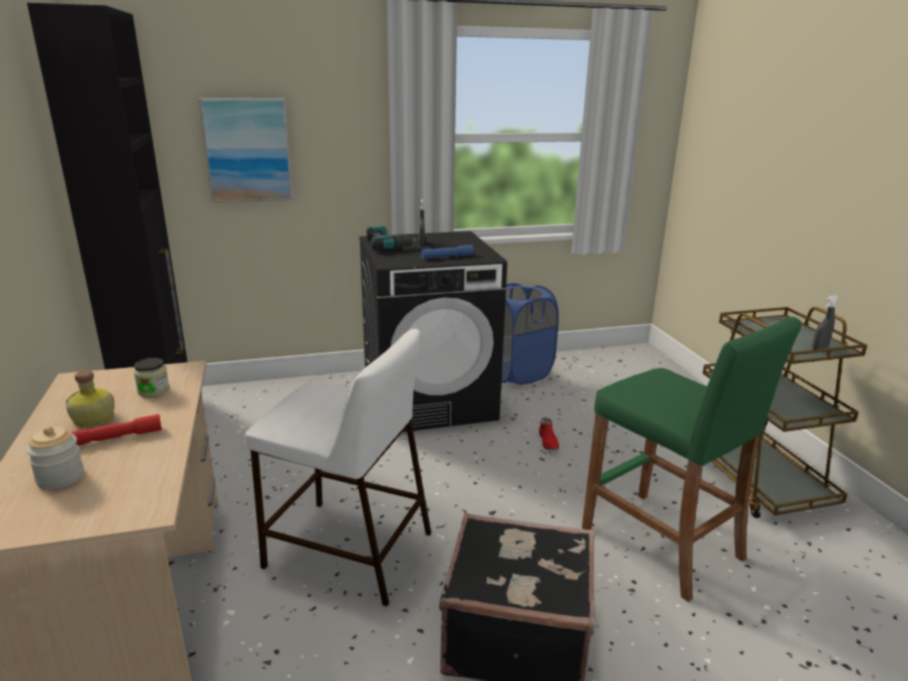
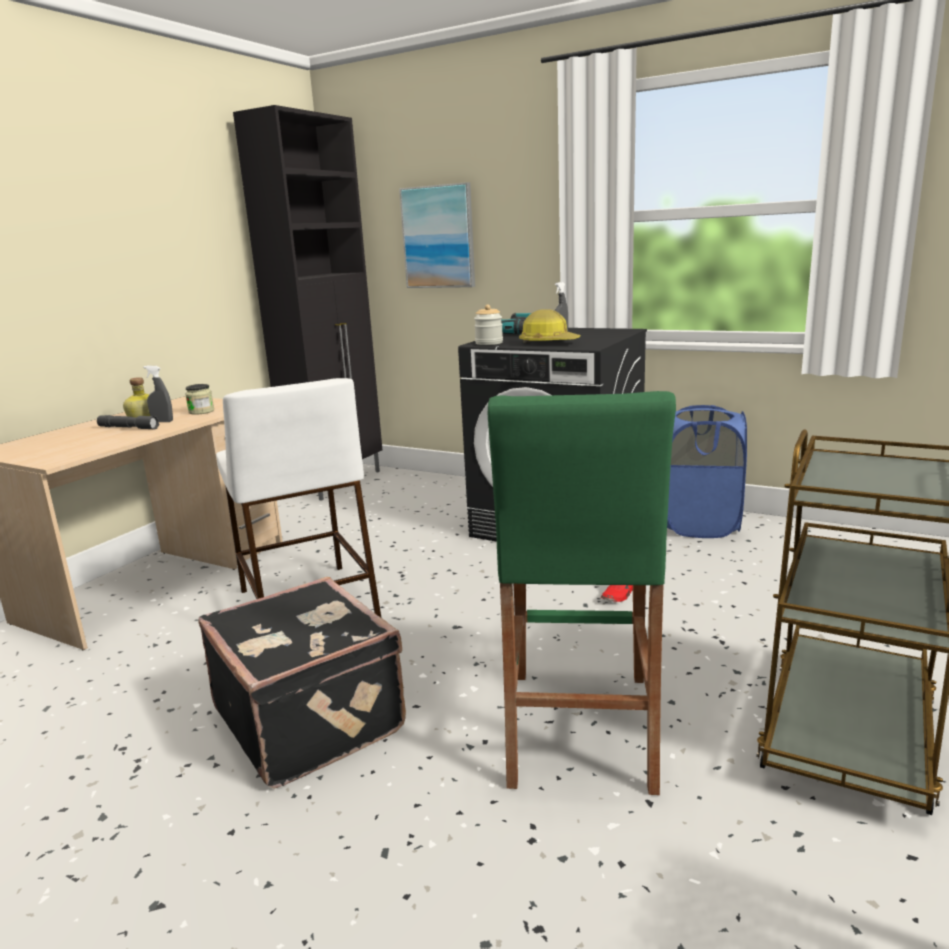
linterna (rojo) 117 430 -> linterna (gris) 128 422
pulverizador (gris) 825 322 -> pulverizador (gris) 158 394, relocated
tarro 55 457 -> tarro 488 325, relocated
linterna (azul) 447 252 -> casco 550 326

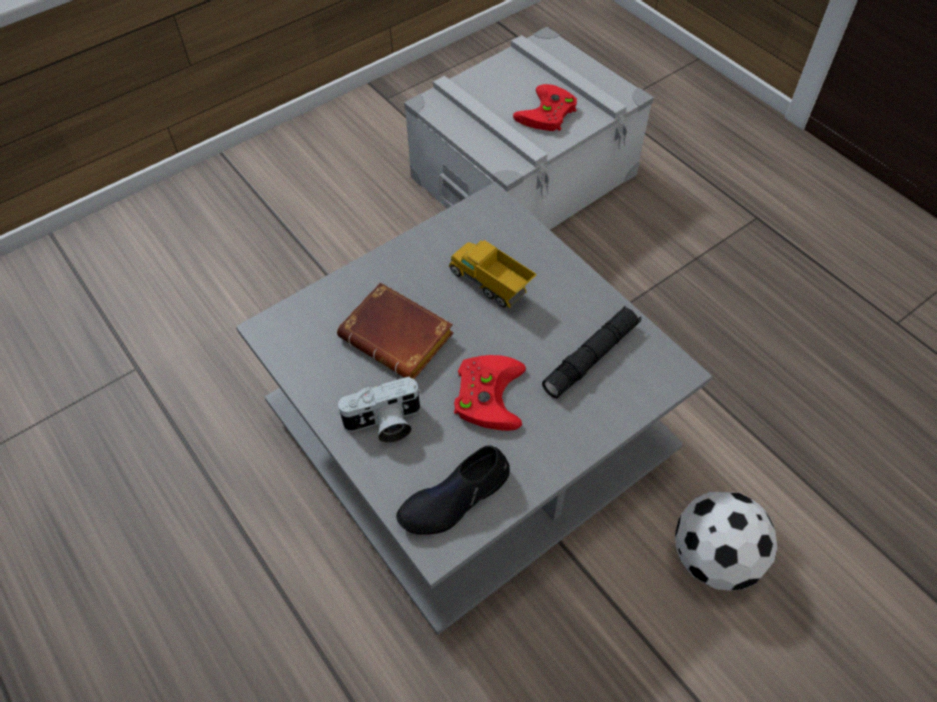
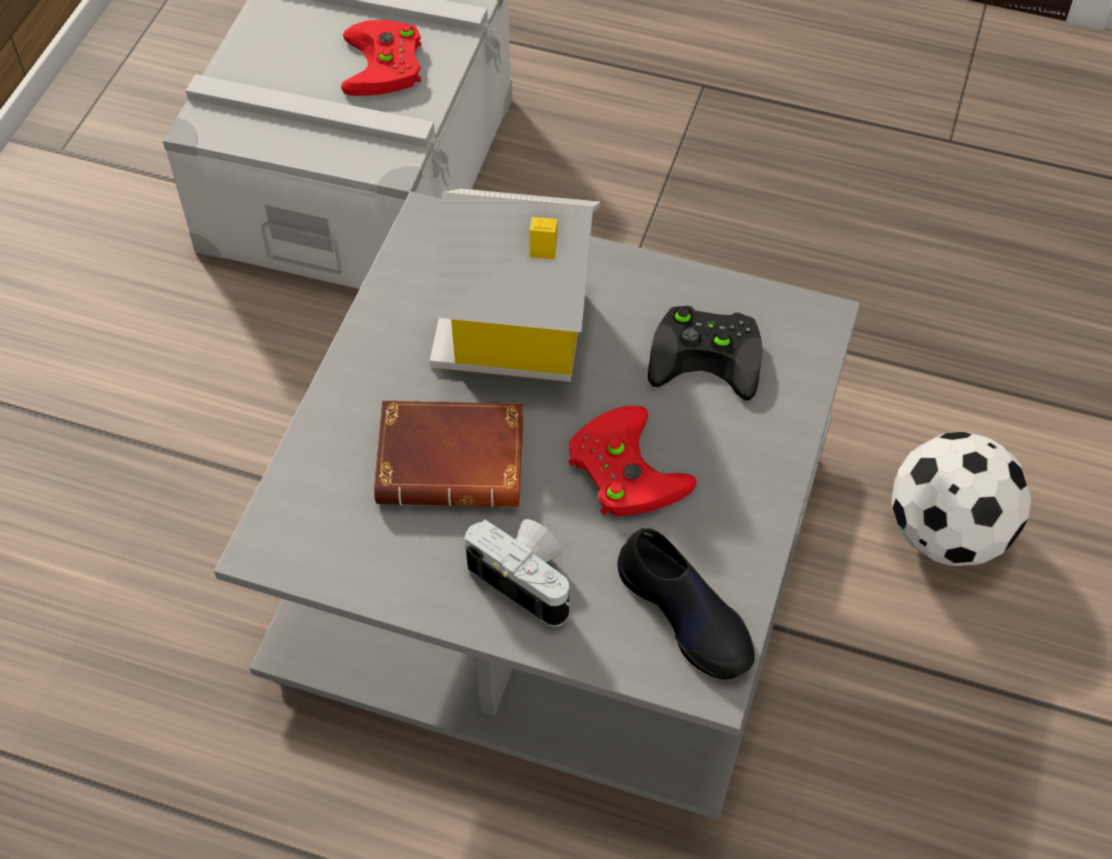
camión de juguete 493 274 -> casita 515 285
cámara 379 409 -> cámara 517 573, 90 degrees counterclockwise
zapato (negro) 453 490 -> zapato (negro) 686 603, 60 degrees counterclockwise
linterna (negro) 591 352 -> mando de consola (negro) 705 353

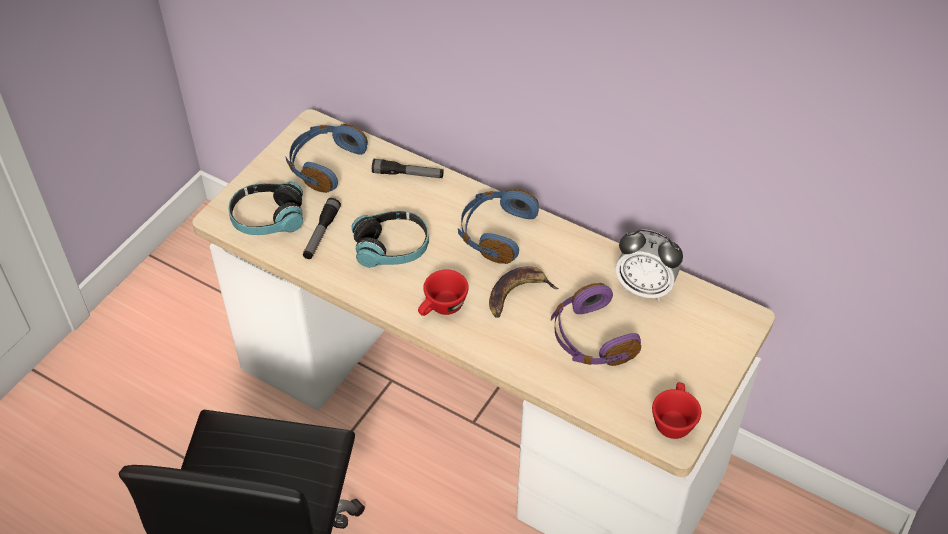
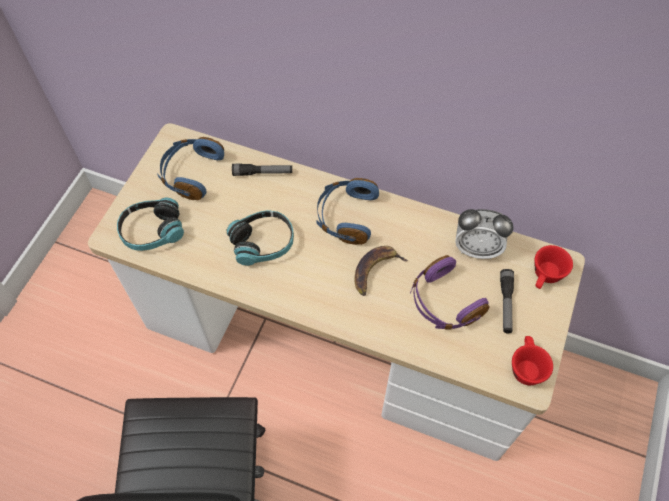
linterna 322 228 -> linterna 507 301, relocated
taza (rojo) 443 293 -> taza (rojo) 554 267, relocated

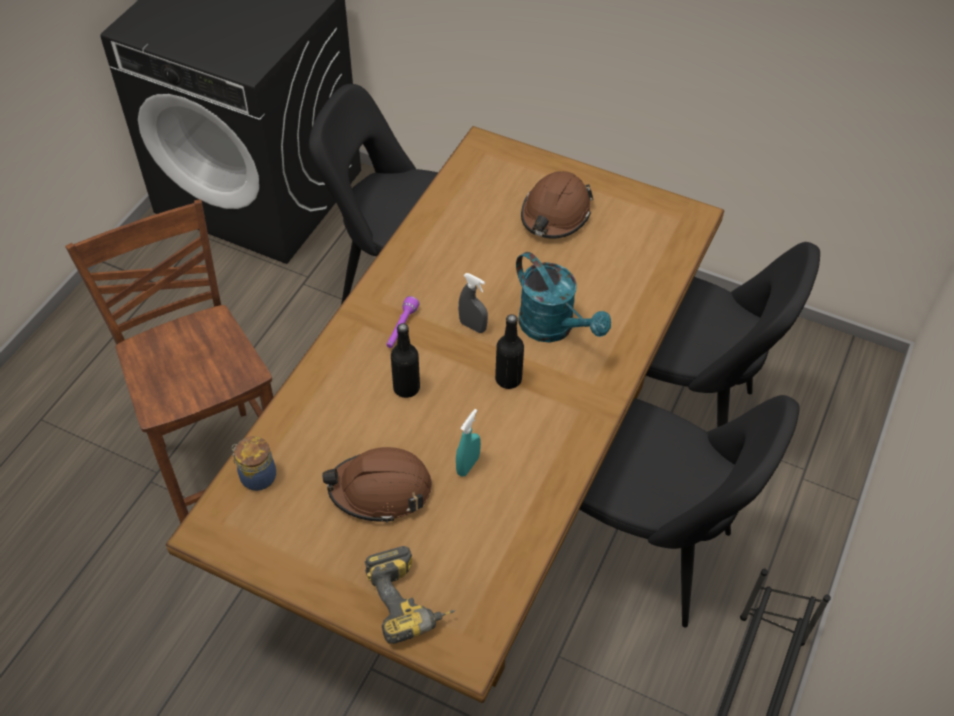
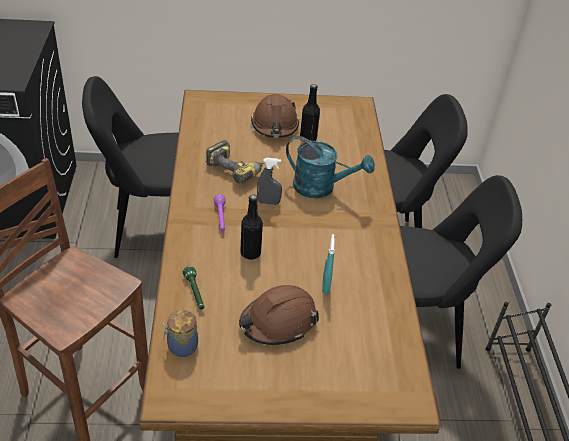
none -> linterna (verde) 193 288
taladro 410 595 -> taladro 235 162, relocated
botella (negro) 509 351 -> botella (negro) 310 113, relocated

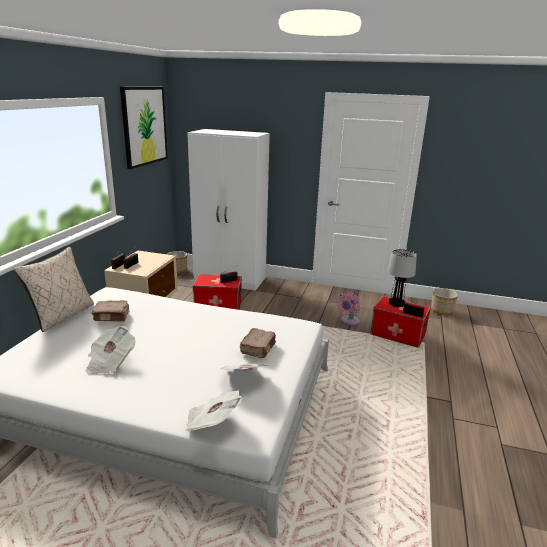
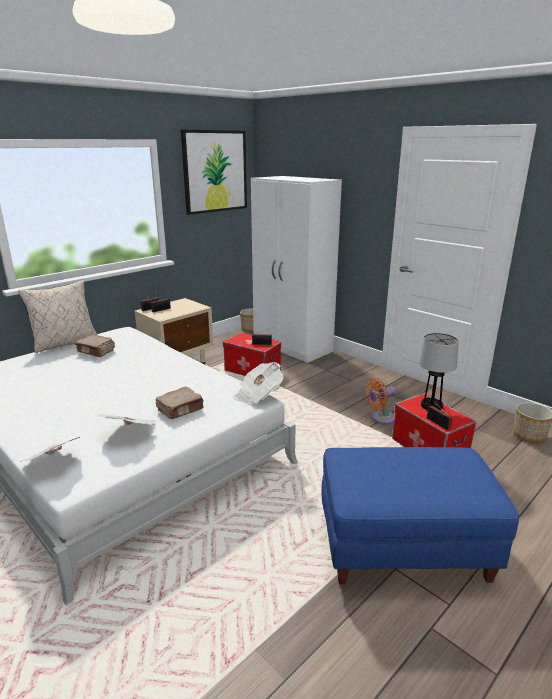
periódico 110 350 -> periódico 259 383, relocated
none -> puf (azul) 420 515
ventilador (rosa) 348 309 -> ventilador (naranja) 381 401

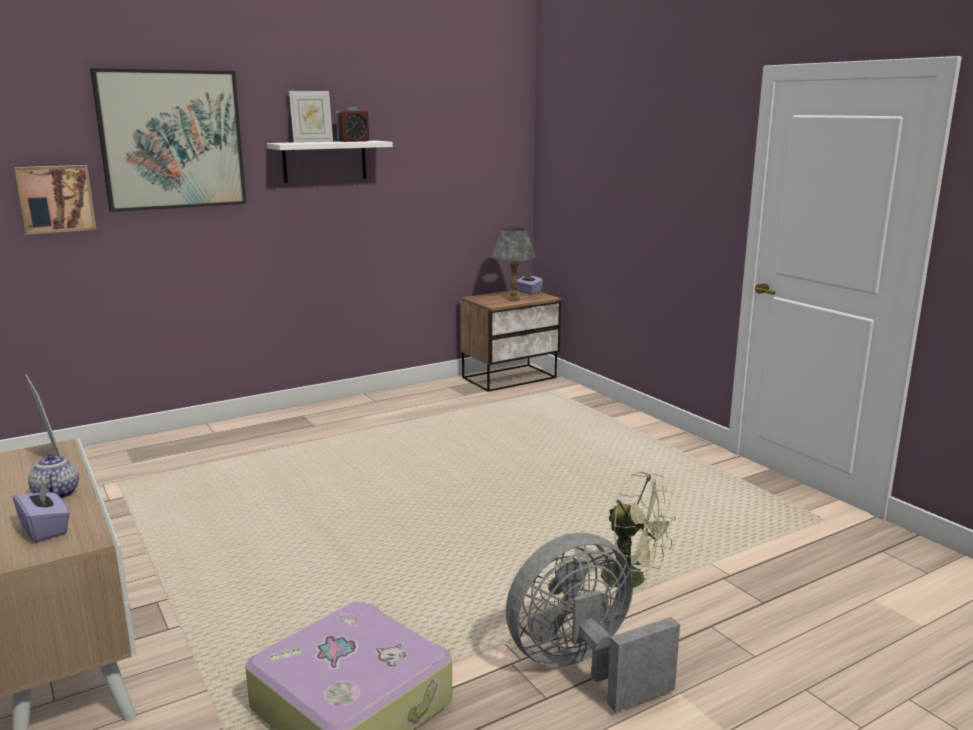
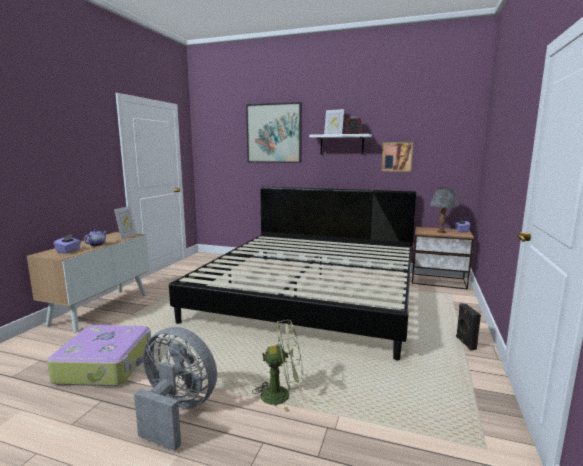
none -> cama 292 273
ventilador (verde) 636 529 -> ventilador (verde) 277 366, 90 degrees counterclockwise
cuadro 55 200 -> cuadro 397 157, relocated
none -> altavoz (negro) 468 327

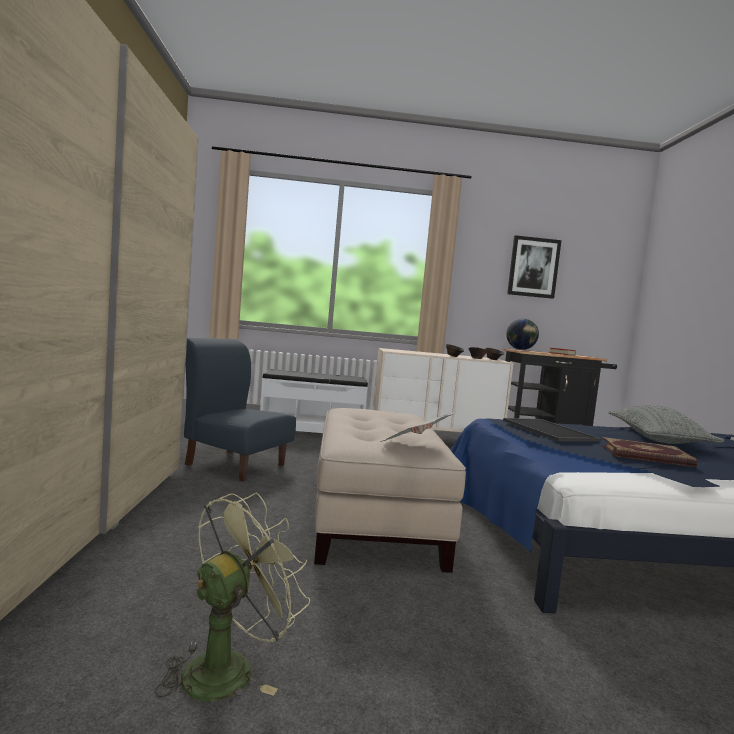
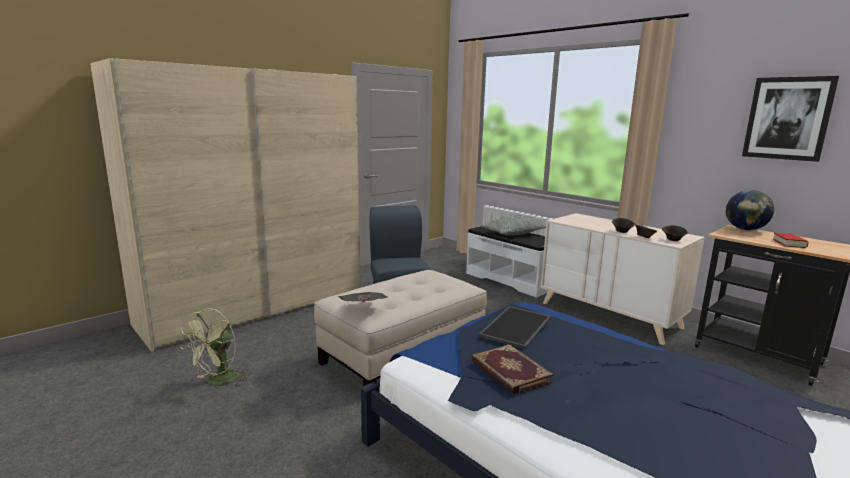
ventilador (verde) 232 596 -> ventilador (verde) 214 348, 120 degrees clockwise
cojín (gris) 666 424 -> cojín (gris) 513 225, relocated

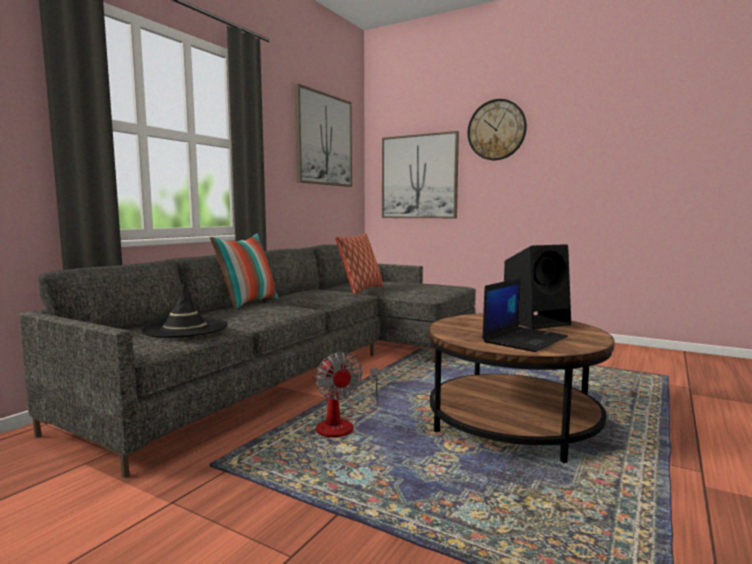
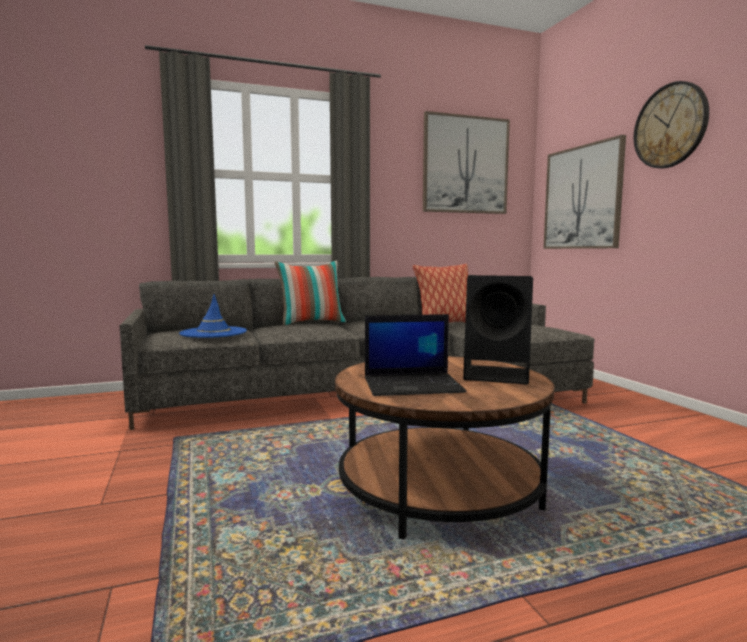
sombrero (negro) 184 309 -> sombrero (azul) 213 316
ventilador 346 394 -> none

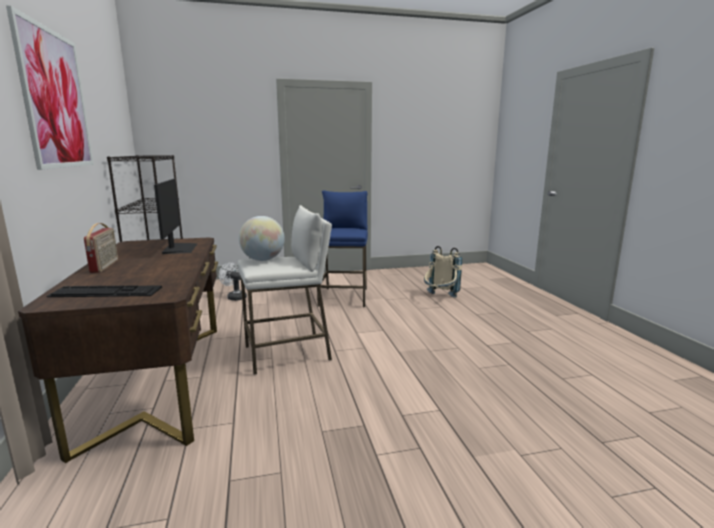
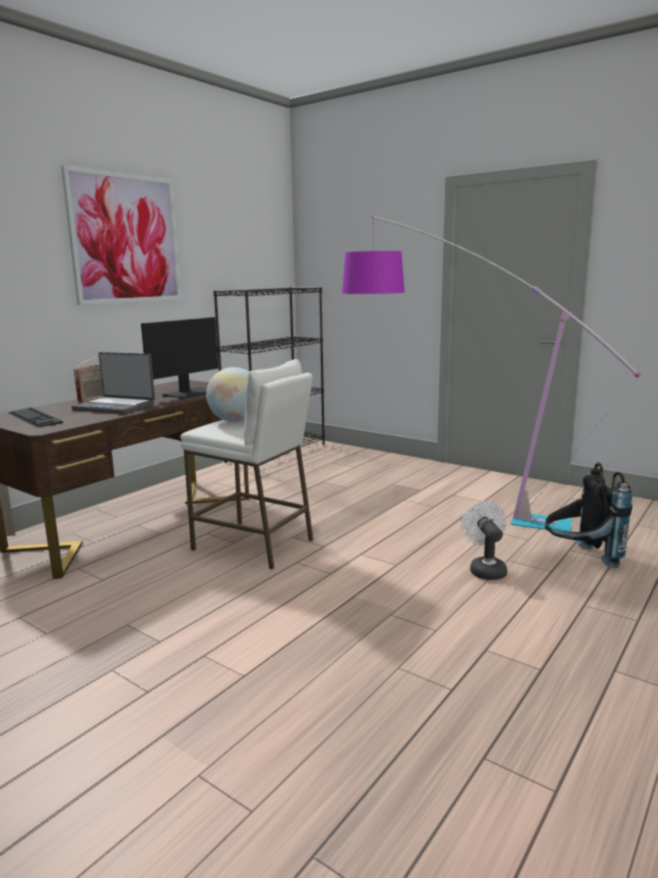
none -> portátil 113 383
taburete (azul) 342 248 -> lámpara de pie 491 374
ventilador (blanco) 233 281 -> ventilador (blanco) 484 540, relocated
mochila (beis) 443 272 -> mochila (negro) 588 515

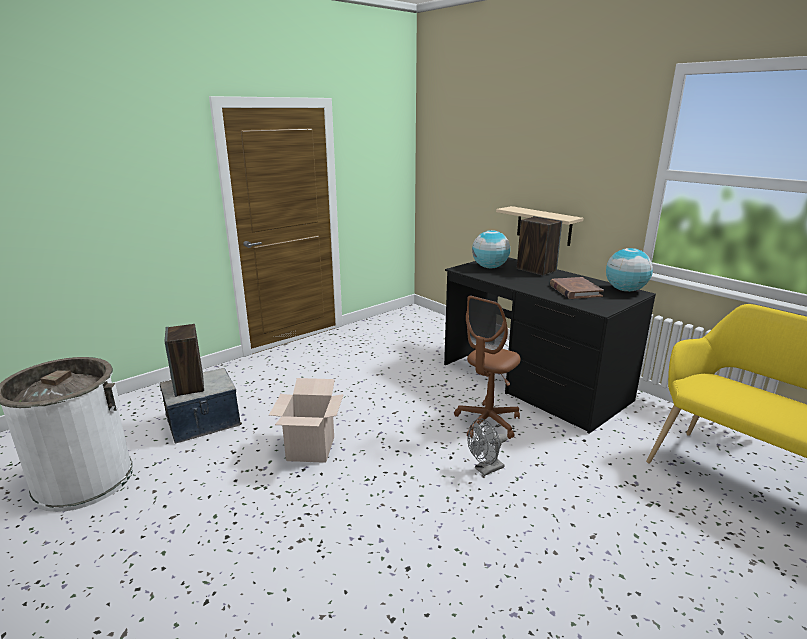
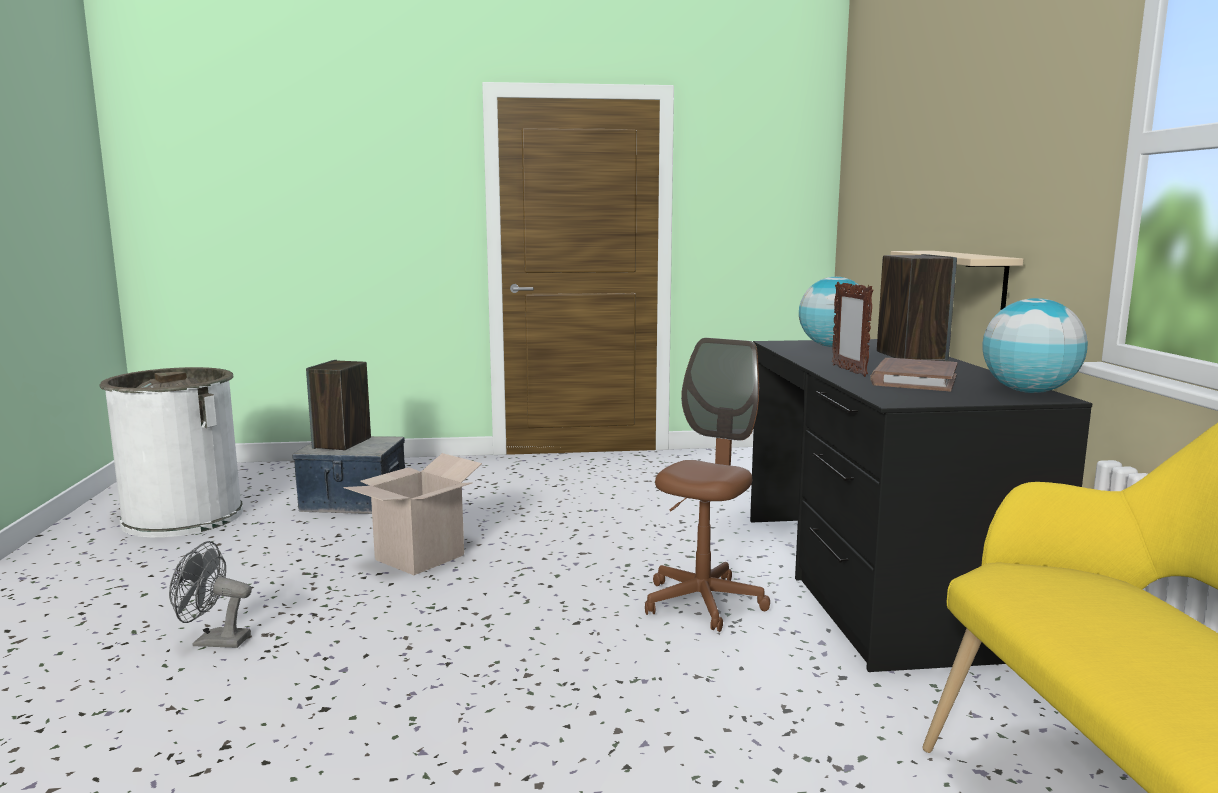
ventilador (gris) 487 447 -> ventilador (gris) 210 594, relocated
silla de oficina (marrón) 487 367 -> silla de oficina (marrón) 707 485, 135 degrees clockwise
none -> portarretratos 852 329

